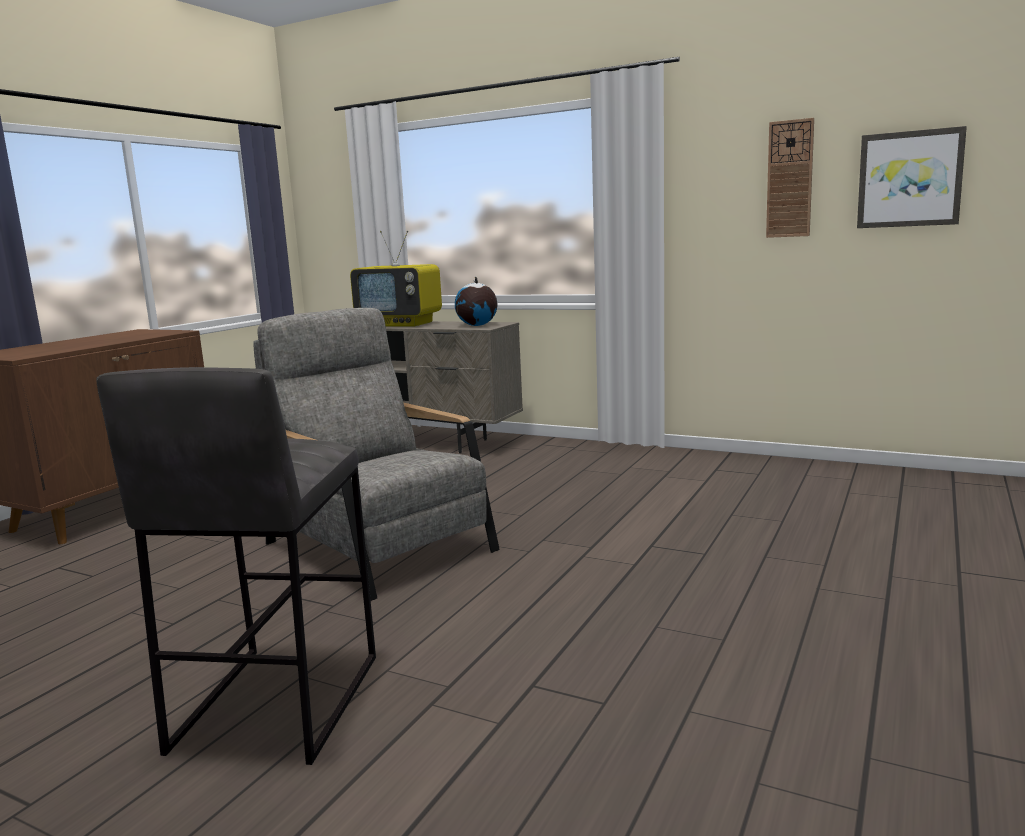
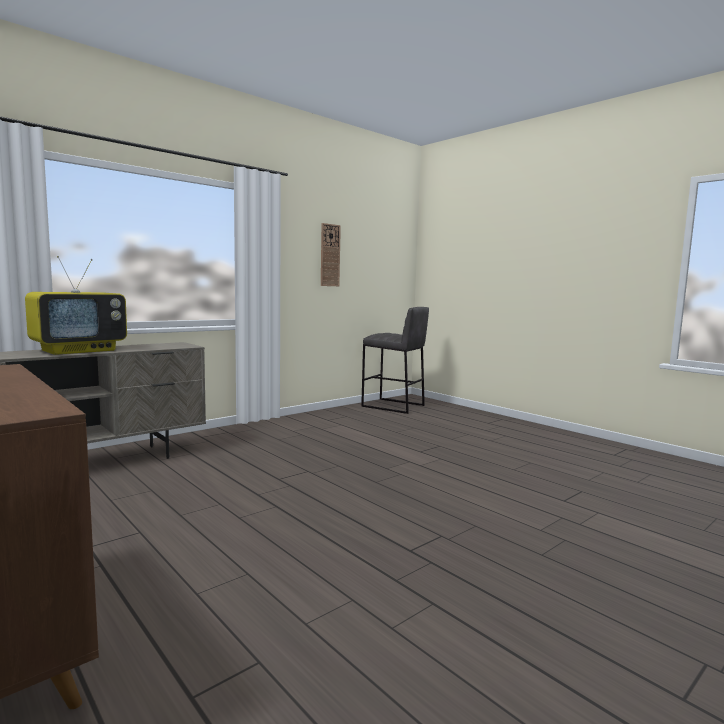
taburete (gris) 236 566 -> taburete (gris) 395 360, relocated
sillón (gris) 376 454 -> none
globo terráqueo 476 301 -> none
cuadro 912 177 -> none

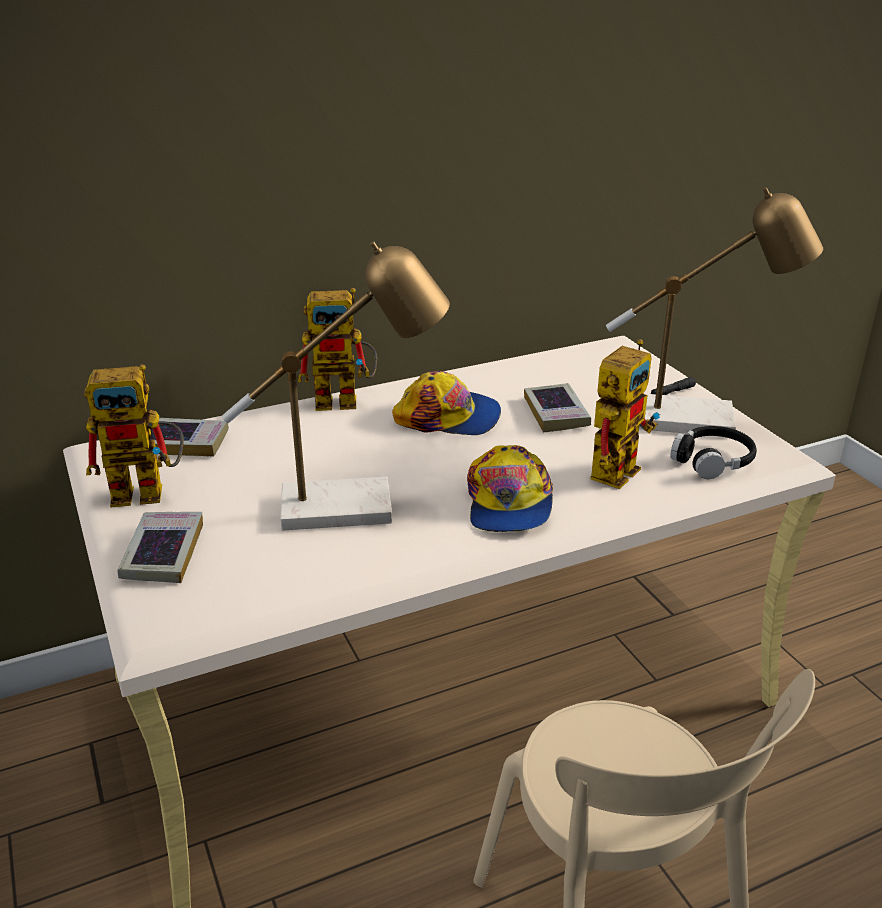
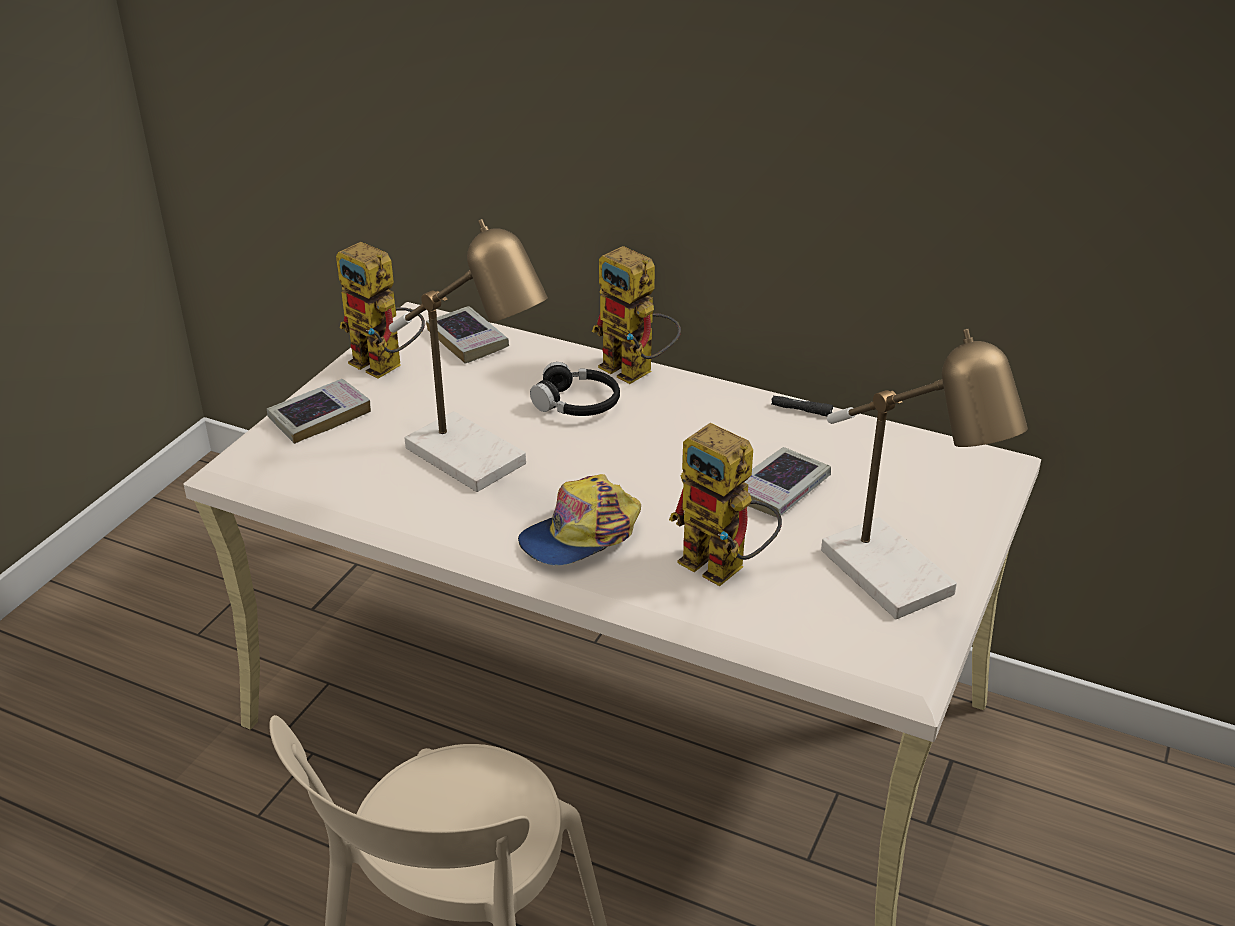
auriculares (negro) 714 452 -> auriculares (negro) 575 389, relocated
robot de juguete 625 414 -> robot de juguete 725 504, 45 degrees clockwise
linterna (negro) 673 386 -> linterna (negro) 802 406, relocated
gorra 446 403 -> none

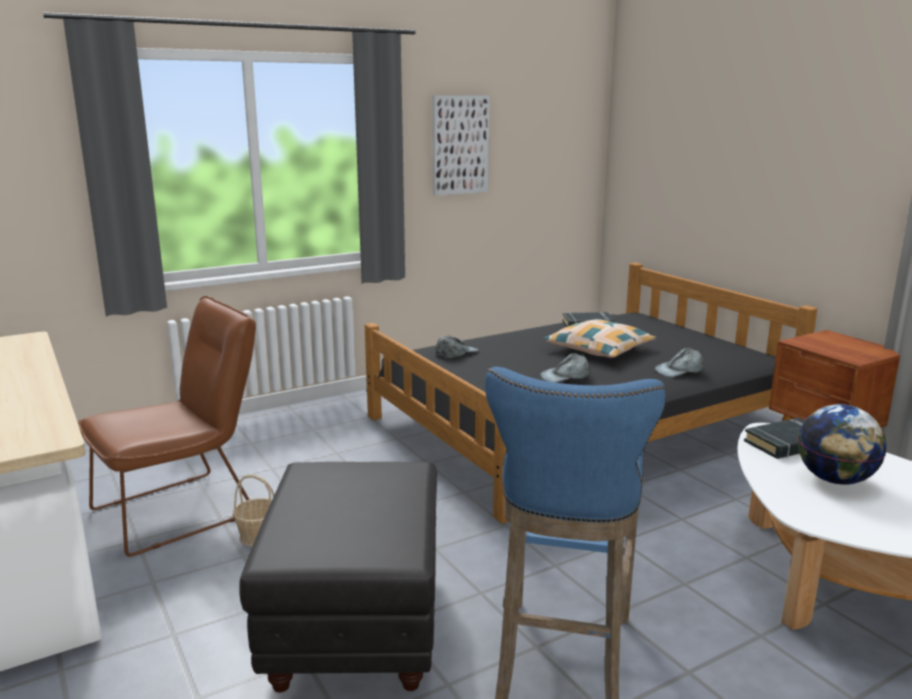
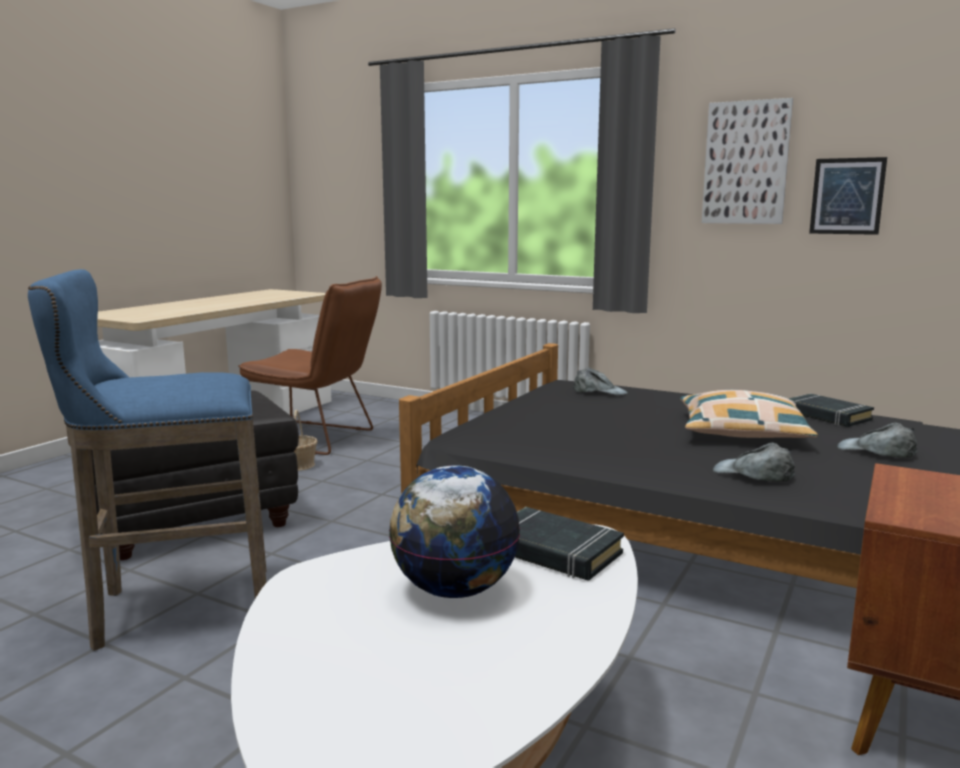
none -> cuadro 848 196
gorra (gris) 565 368 -> gorra (gris) 877 440, relocated

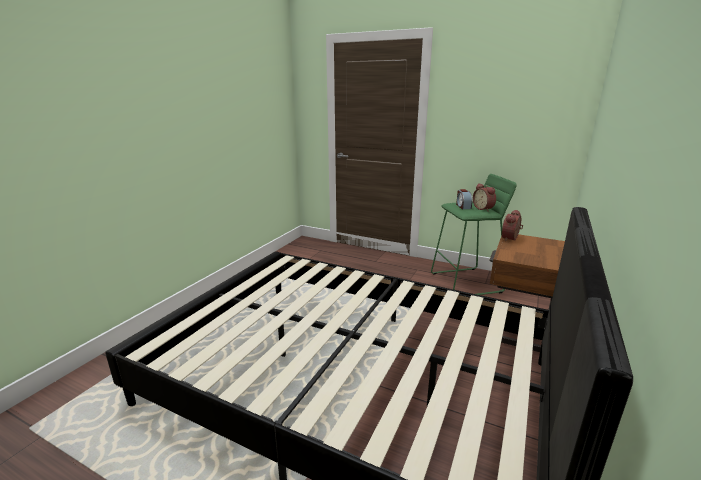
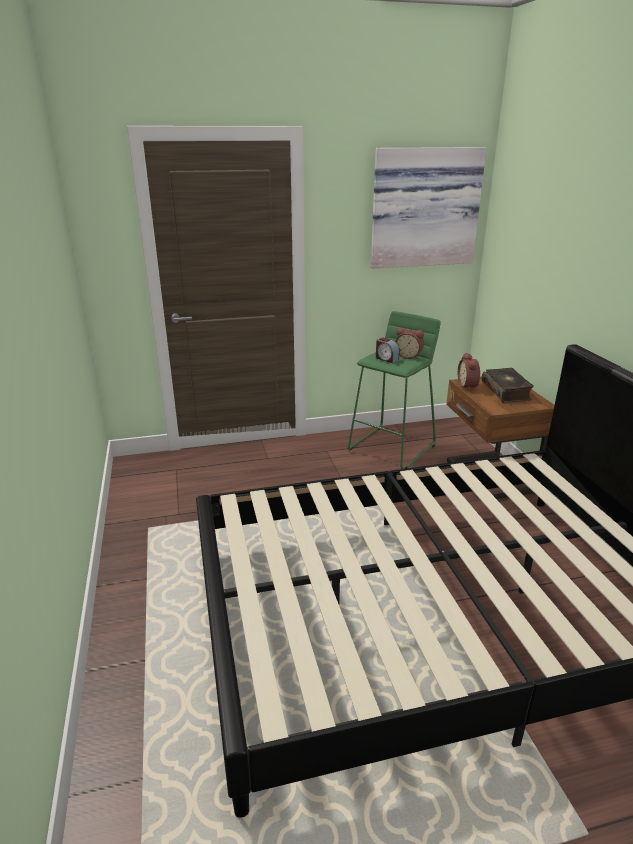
none -> cuadro 428 207
none -> libro 508 385

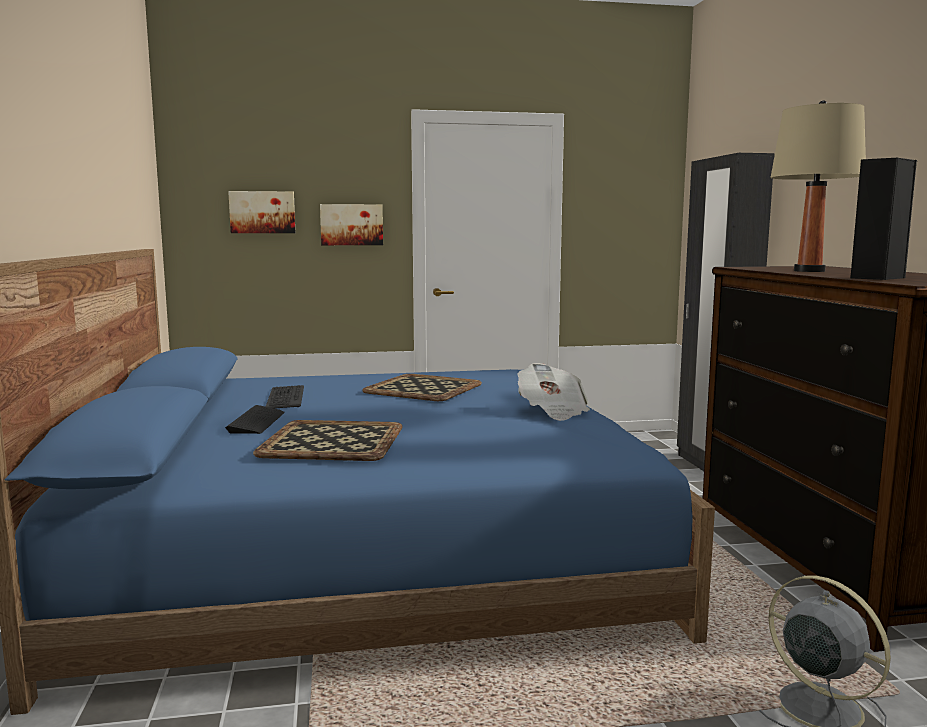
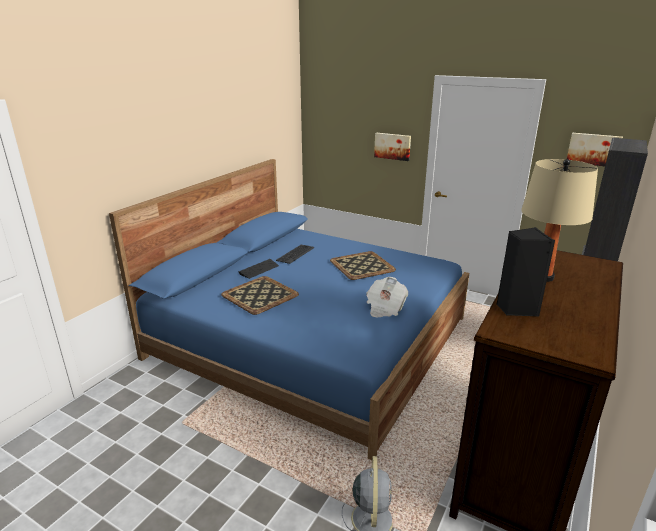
cuadro 261 212 -> cuadro 595 149, relocated

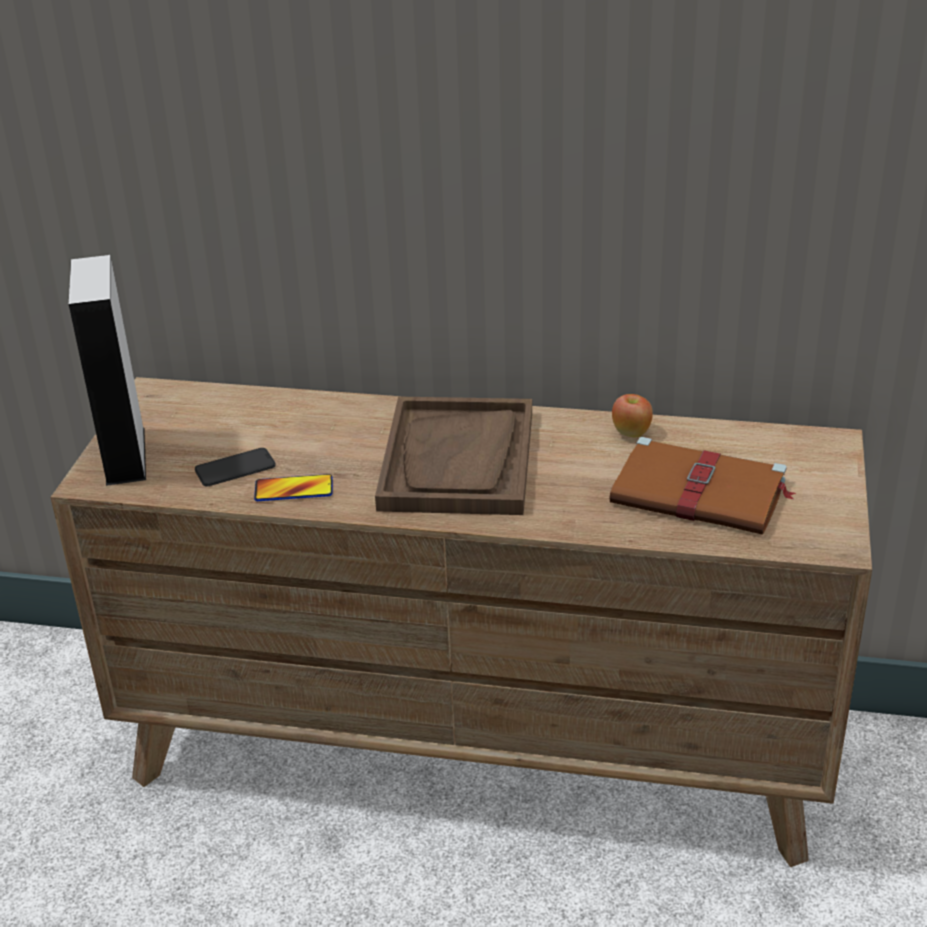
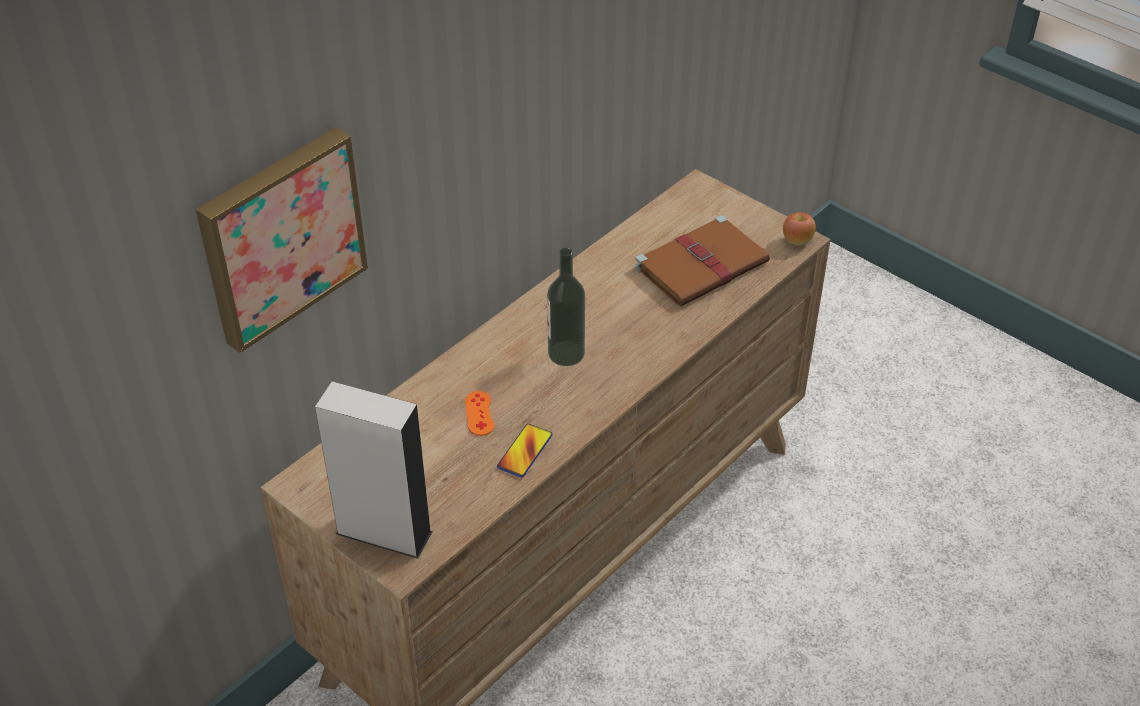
none -> cuadro 282 240
none -> mando de consola (naranja) 480 413
bandeja (marrón) 453 455 -> botella 566 307
manzana 632 416 -> manzana 799 228, relocated
móvil 235 467 -> none

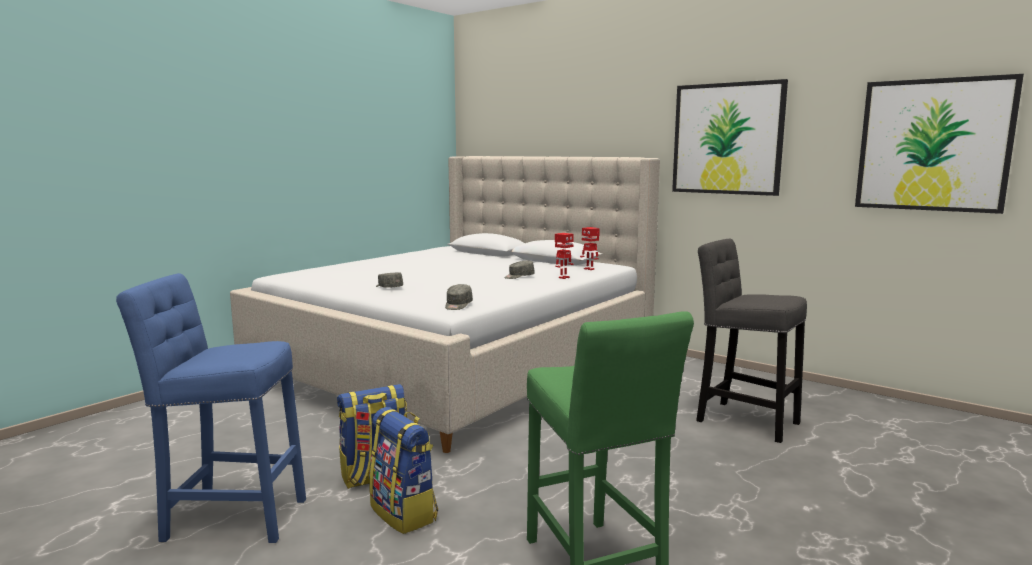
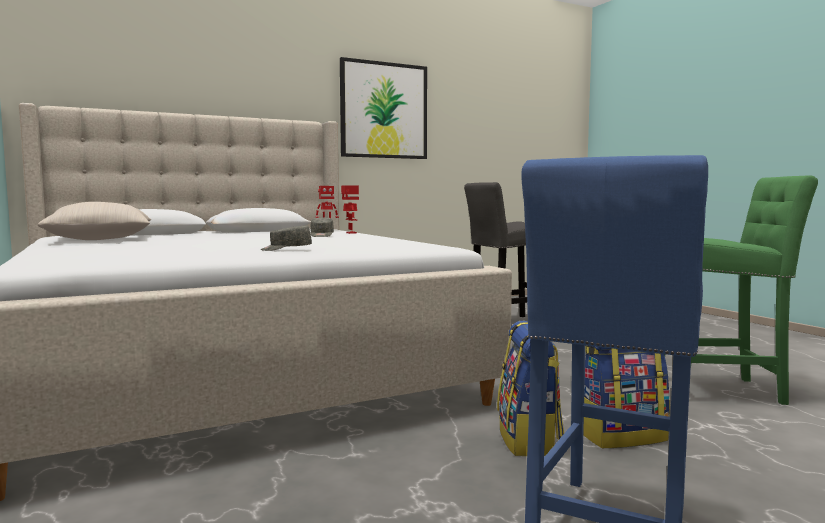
none -> cojín (beis) 94 221
gorra (gris) 459 297 -> none
cuadro 939 144 -> none

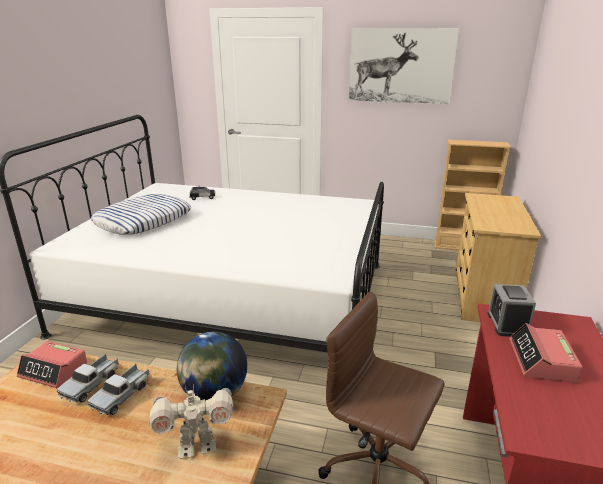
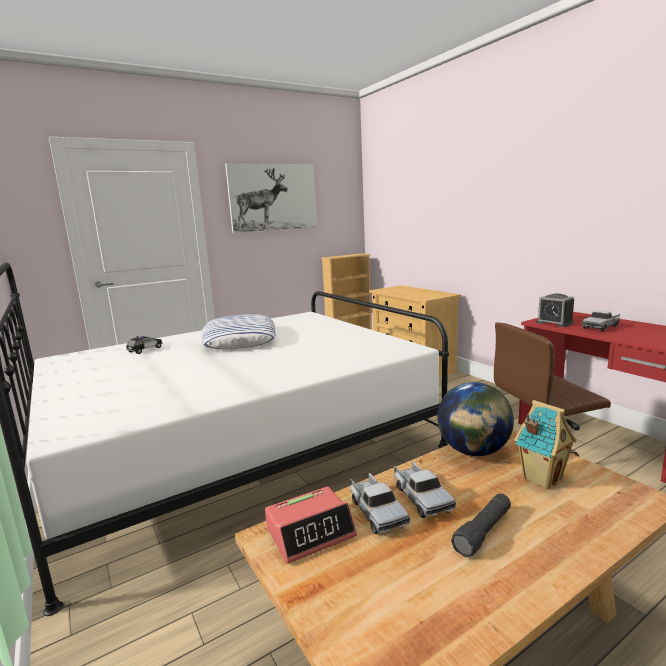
cojín 140 214 -> cojín 238 331, relocated
none -> linterna (negro) 481 525
robot de juguete 191 421 -> casita 545 444
despertador 546 353 -> camión de juguete 601 321

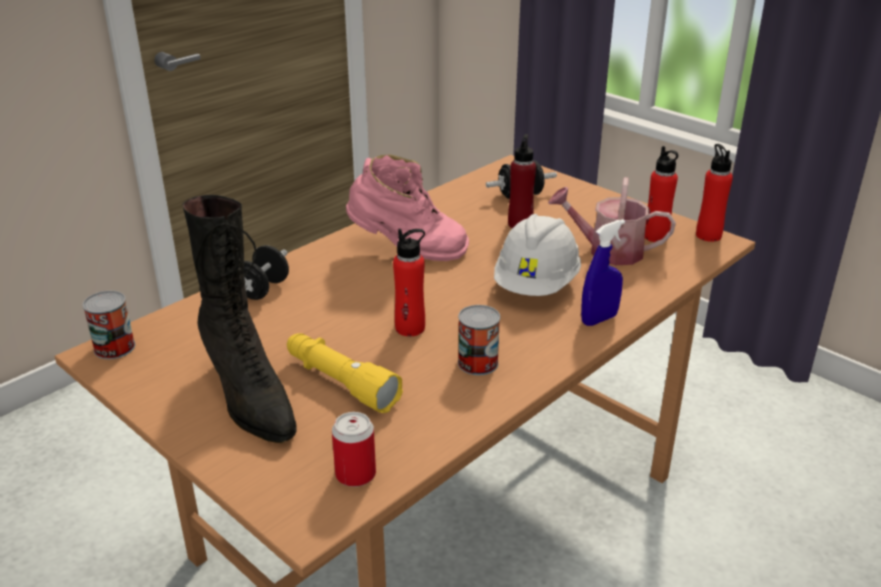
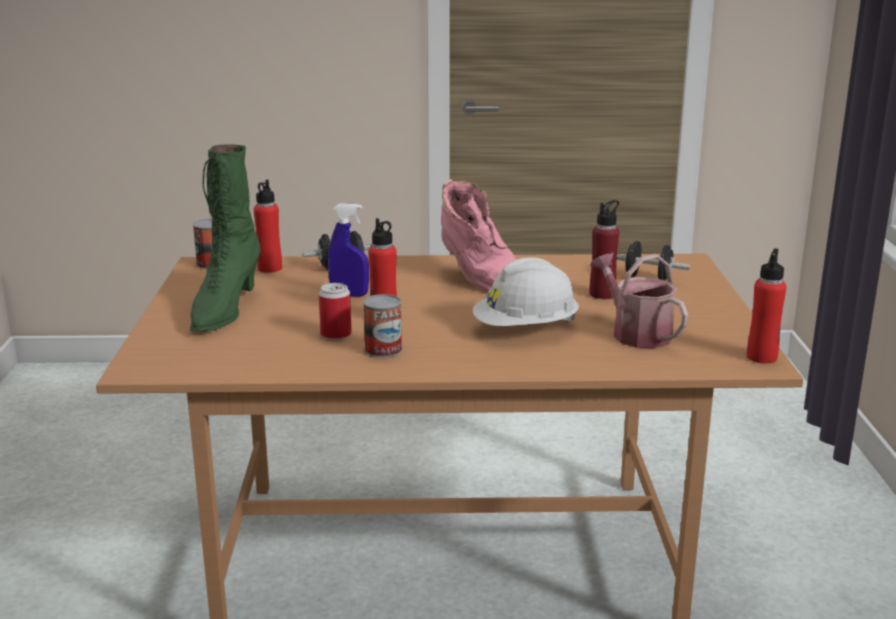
bota (negro) 239 319 -> bota (verde) 225 238
botella (rojo) 661 194 -> botella (rojo) 268 226, relocated
lata 354 449 -> lata 335 311, relocated
pulverizador (azul) 603 272 -> pulverizador (azul) 348 250, relocated
linterna (amarillo) 345 373 -> none

